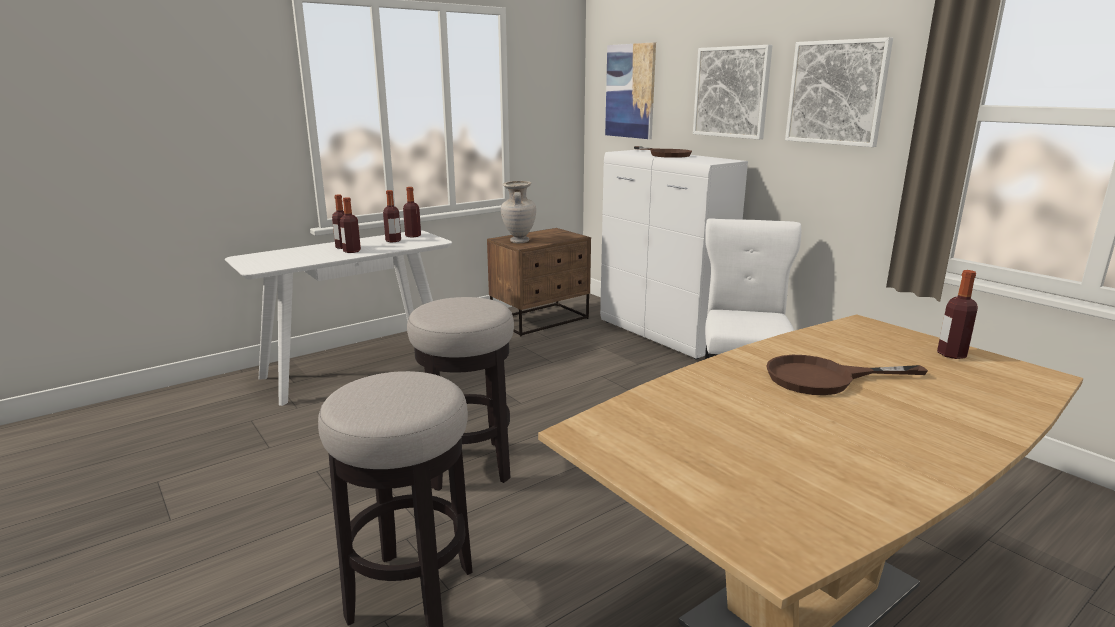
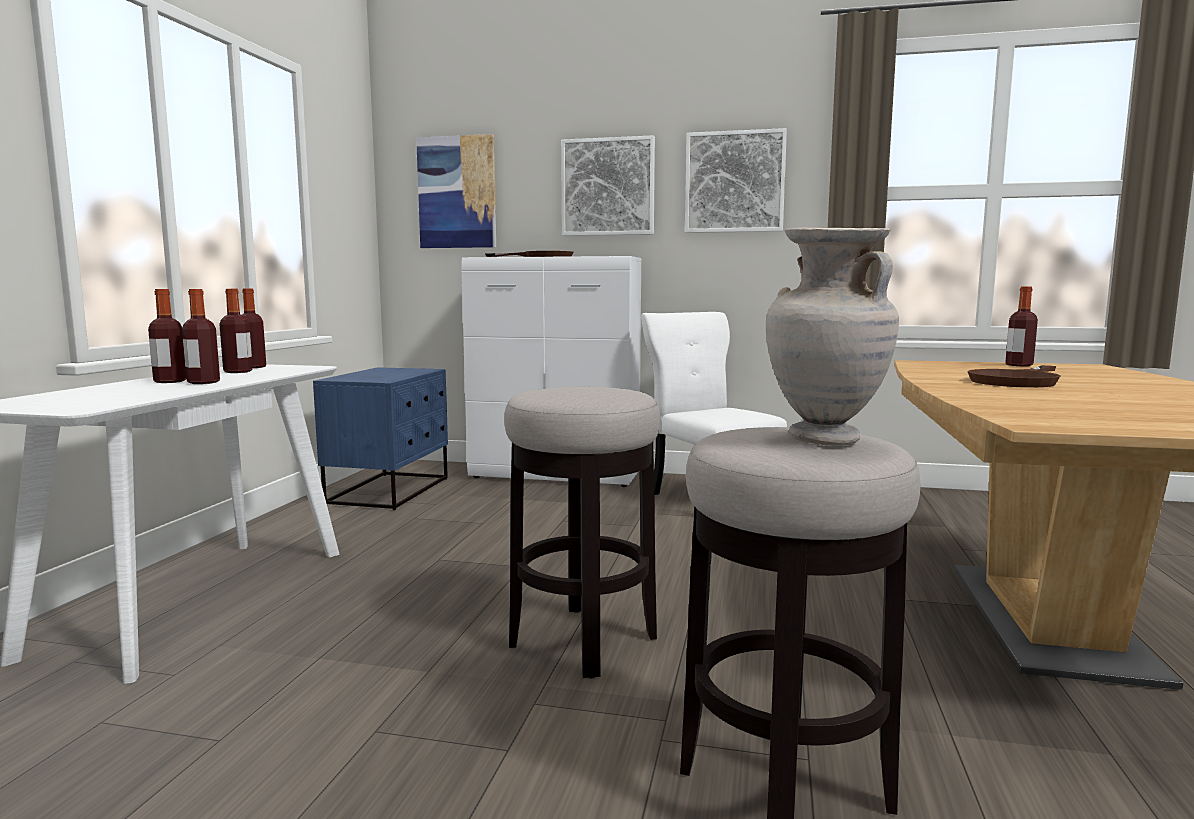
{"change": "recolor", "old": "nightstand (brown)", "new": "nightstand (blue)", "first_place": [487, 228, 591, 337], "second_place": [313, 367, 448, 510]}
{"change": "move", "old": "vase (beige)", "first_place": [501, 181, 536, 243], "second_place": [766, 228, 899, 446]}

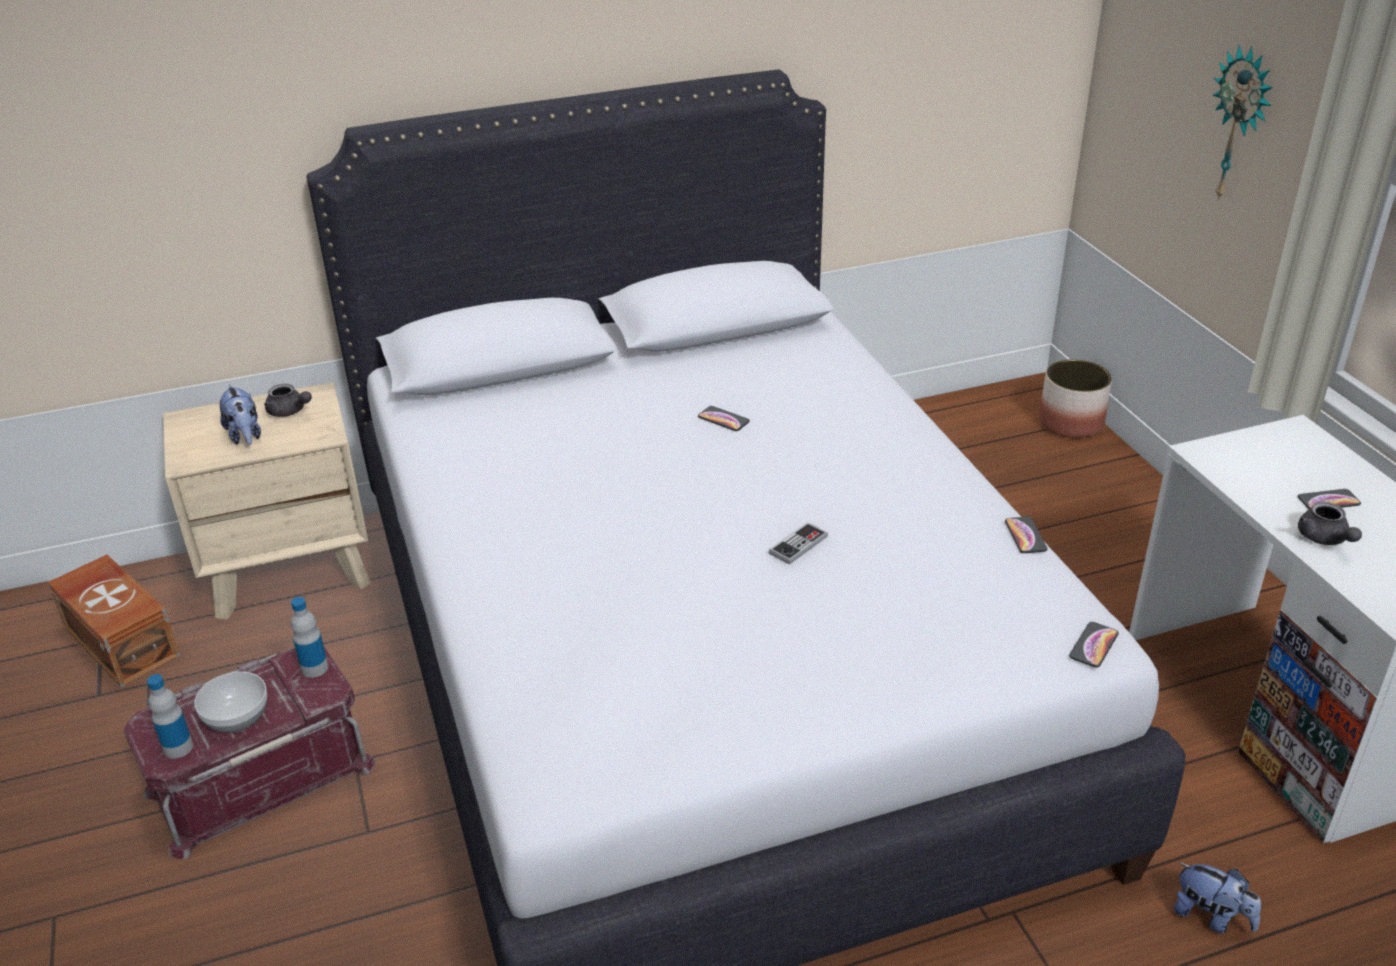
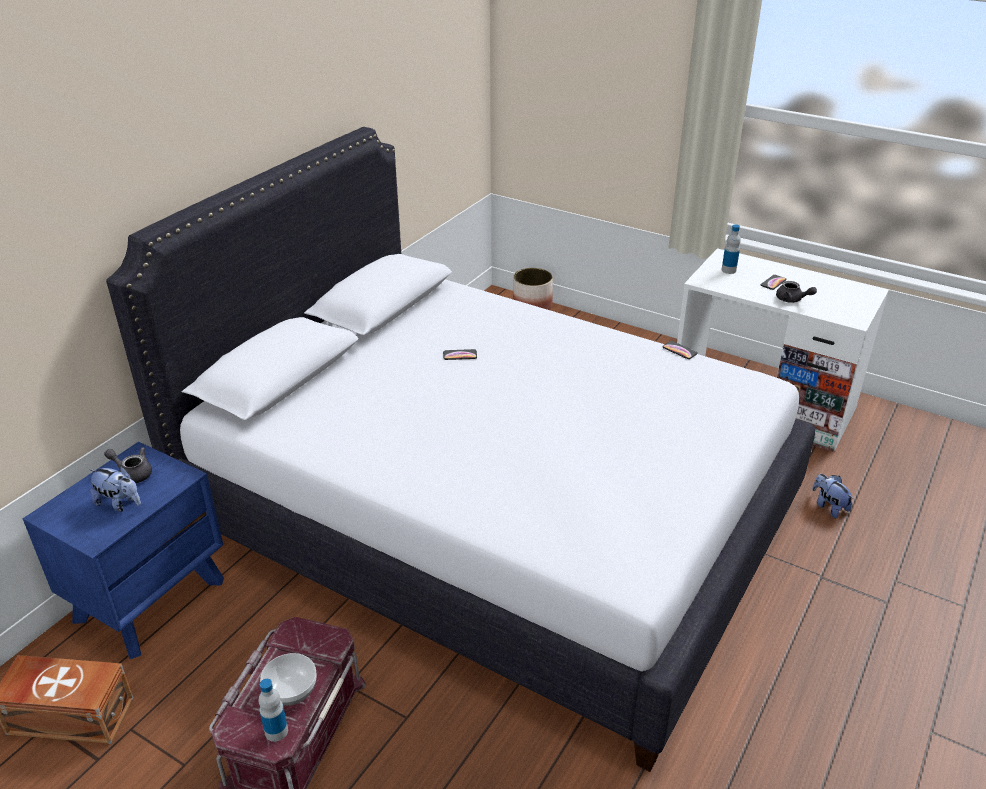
{"change": "recolor", "old": "nightstand (beige)", "new": "nightstand (blue)", "first_place": [163, 382, 371, 620], "second_place": [23, 442, 224, 659]}
{"change": "rotate", "old": "teapot (grey)", "first_place": [264, 384, 312, 417], "second_place": [104, 447, 152, 483], "degrees": -150}
{"change": "move", "old": "bottle", "first_place": [291, 597, 328, 678], "second_place": [721, 224, 741, 274]}
{"change": "rotate", "old": "plush toy", "first_place": [1173, 862, 1261, 934], "second_place": [812, 474, 854, 519], "degrees": -120}
{"change": "delete", "old": "game controller", "first_place": [769, 522, 828, 565]}
{"change": "delete", "old": "phone", "first_place": [1069, 622, 1119, 668]}
{"change": "delete", "old": "wall clock", "first_place": [1212, 45, 1273, 201]}

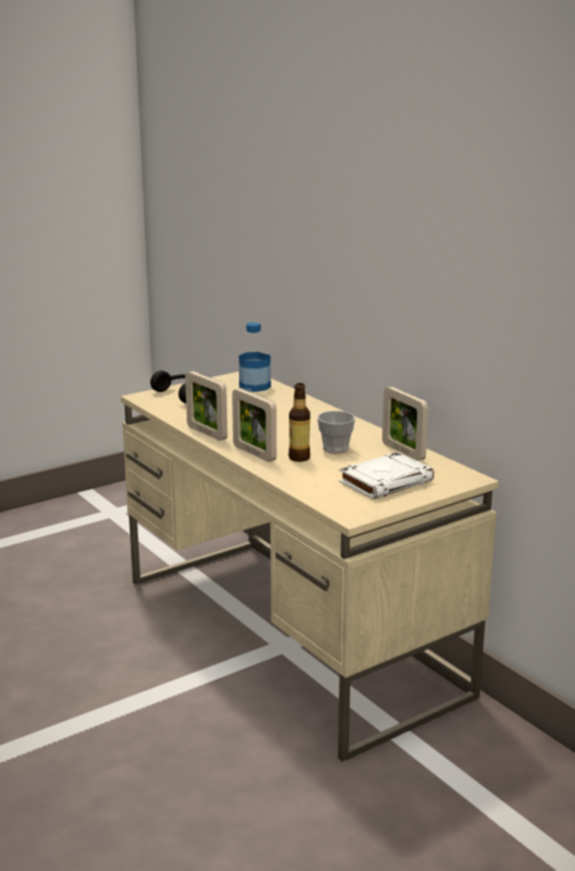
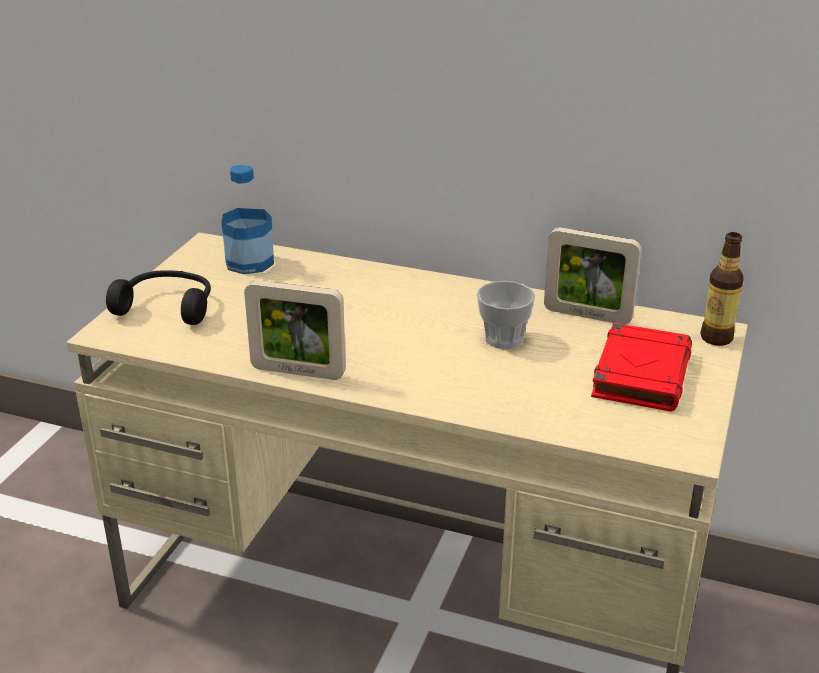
{"change": "recolor", "old": "book (white)", "new": "book (red)", "first_place": [339, 452, 434, 499], "second_place": [591, 323, 692, 412]}
{"change": "move", "old": "bottle", "first_place": [289, 383, 310, 462], "second_place": [700, 232, 744, 346]}
{"change": "delete", "old": "picture frame", "first_place": [232, 388, 277, 462]}

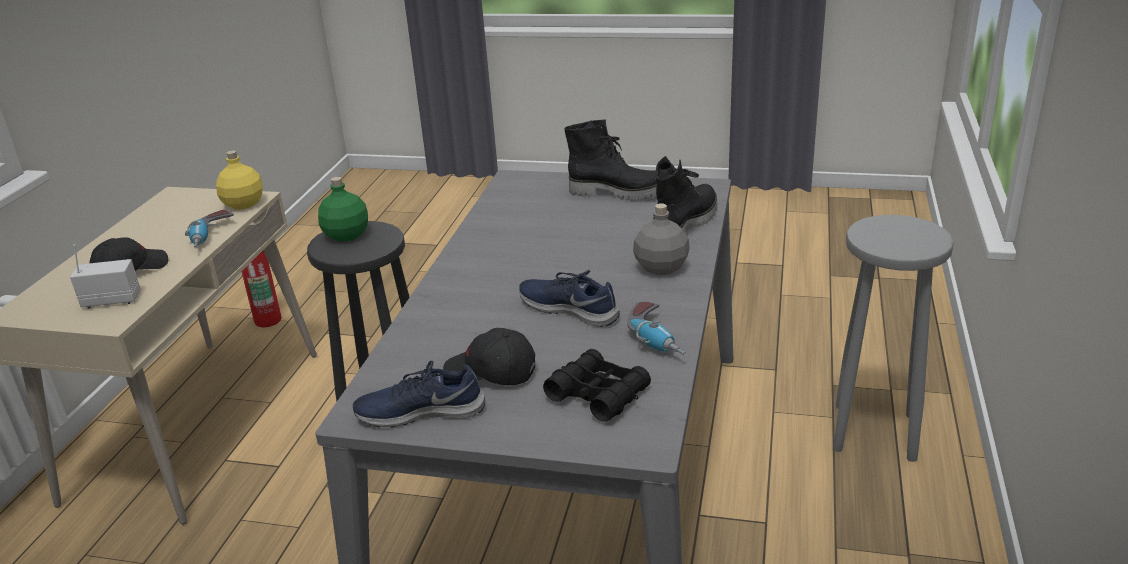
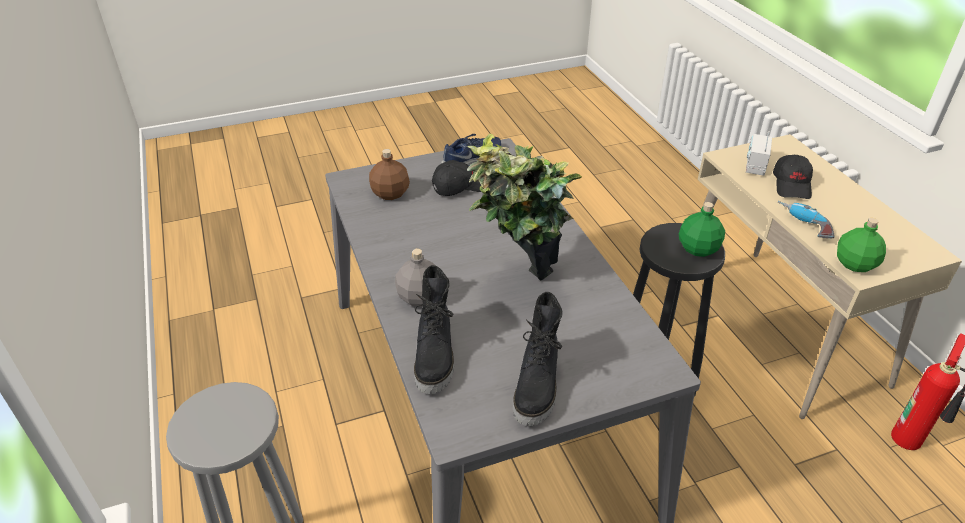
{"change": "replace", "old": "binoculars (black)", "new": "bottle (brown)", "first_place": [543, 349, 651, 422], "second_place": [369, 149, 410, 200]}
{"change": "insert", "new": "potted plant", "second_place": [467, 134, 582, 280]}
{"change": "rotate", "old": "boot (black)", "first_place": [564, 120, 657, 200], "second_place": [513, 292, 562, 426], "degrees": -60}
{"change": "rotate", "old": "radio", "first_place": [70, 245, 141, 309], "second_place": [746, 131, 772, 176], "degrees": 150}
{"change": "recolor", "old": "bottle (yellow)", "new": "bottle (green)", "first_place": [216, 150, 262, 210], "second_place": [837, 218, 886, 272]}
{"change": "delete", "old": "shoe (blue)", "first_place": [519, 270, 620, 327]}
{"change": "delete", "old": "power drill", "first_place": [627, 302, 686, 355]}

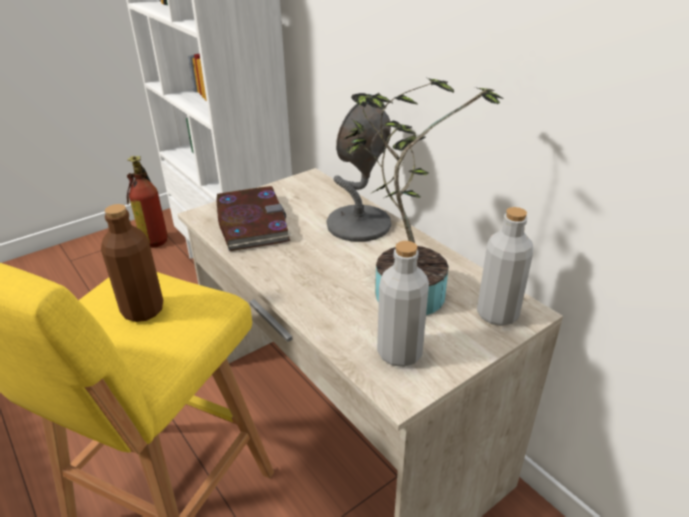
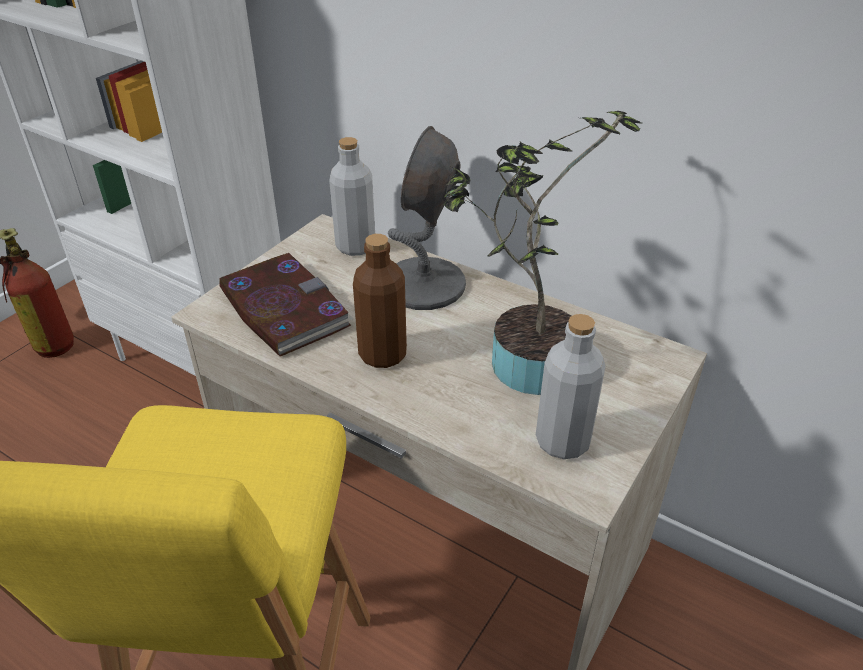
{"change": "move", "old": "bottle (grey)", "first_place": [477, 207, 533, 326], "second_place": [329, 137, 375, 256]}
{"change": "move", "old": "bottle (brown)", "first_place": [101, 204, 163, 322], "second_place": [353, 234, 407, 368]}

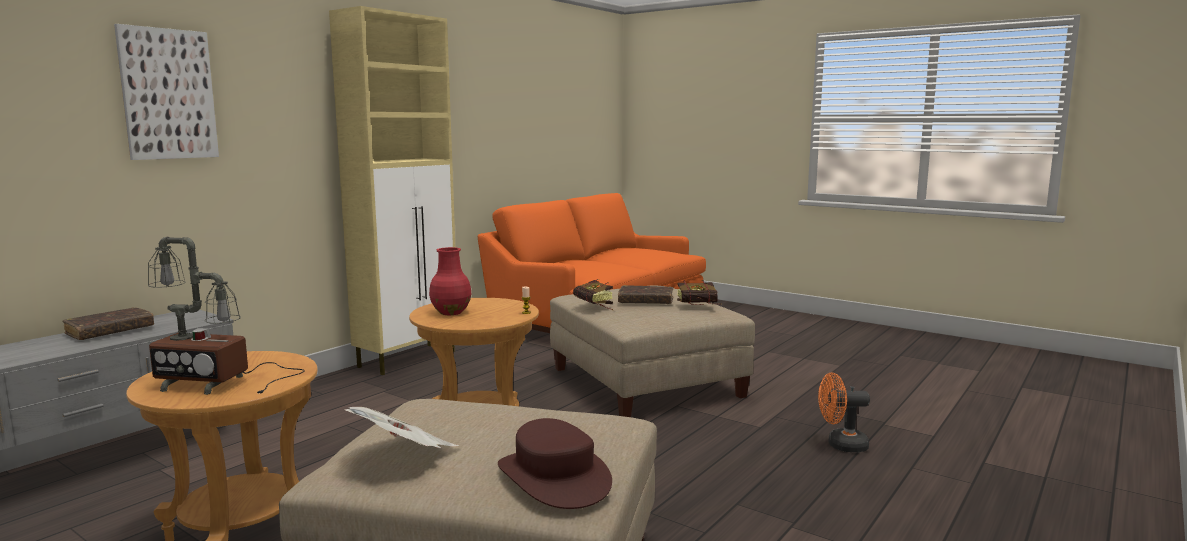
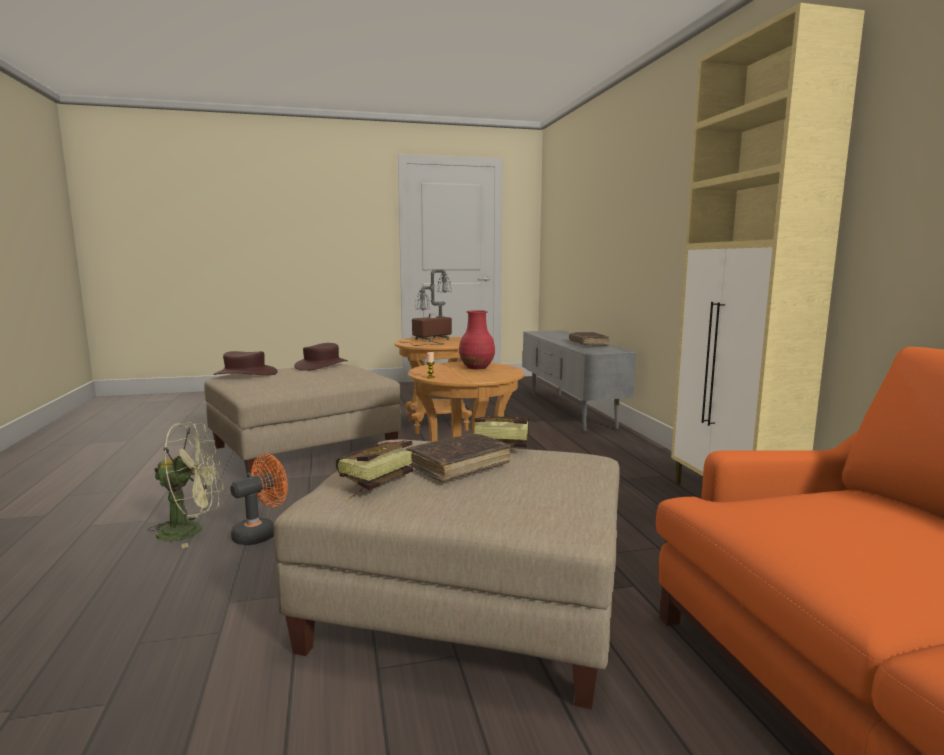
{"change": "insert", "new": "fan (green)", "second_place": [148, 422, 223, 548]}
{"change": "move", "old": "fan (orange)", "first_place": [818, 373, 870, 452], "second_place": [230, 454, 288, 545]}
{"change": "replace", "old": "newspaper", "new": "hat (brown)", "first_place": [345, 407, 459, 448], "second_place": [294, 343, 348, 371]}
{"change": "delete", "old": "picture", "first_place": [114, 24, 219, 160]}

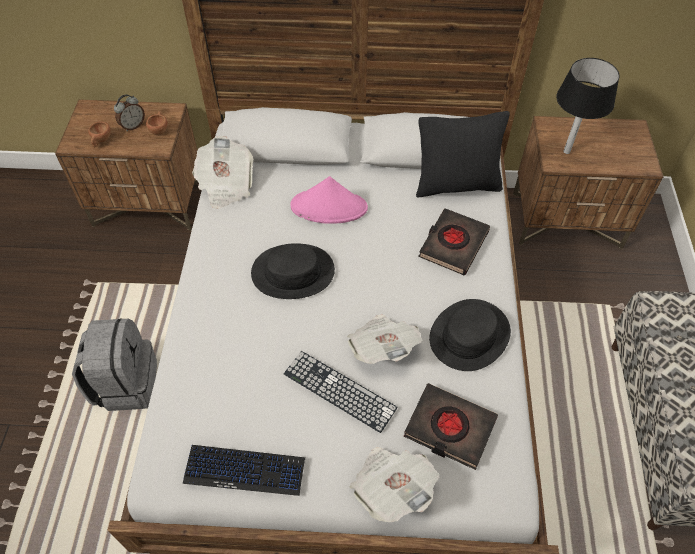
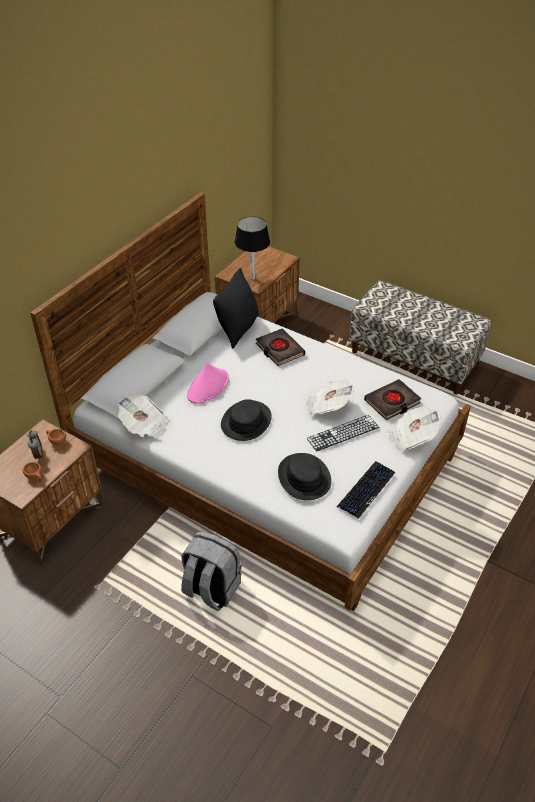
{"change": "move", "old": "hat (black)", "first_place": [429, 299, 511, 371], "second_place": [278, 453, 331, 500]}

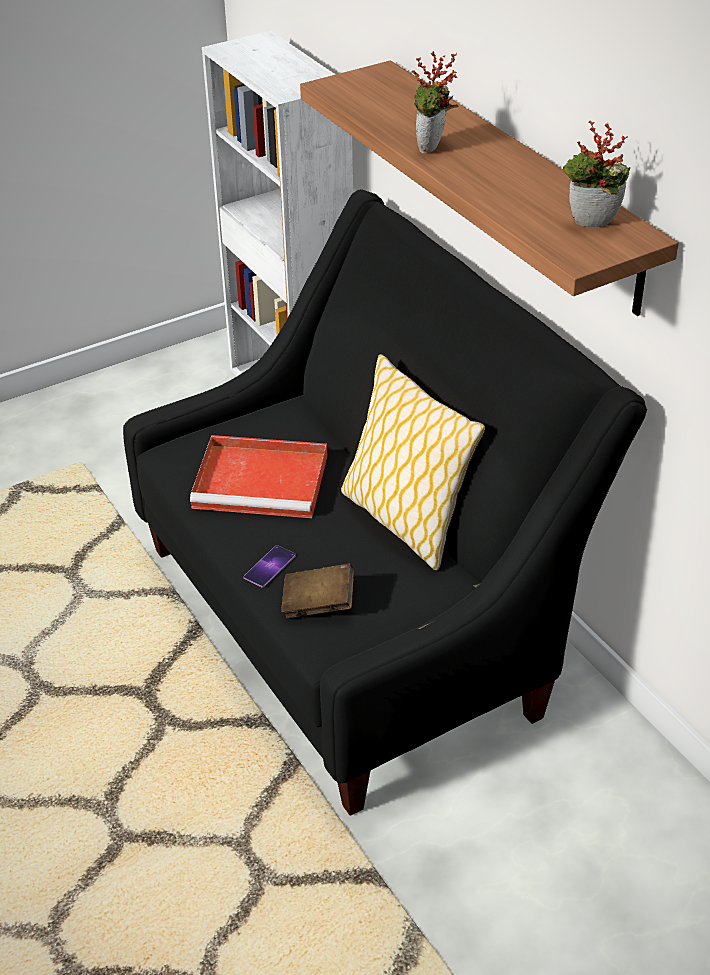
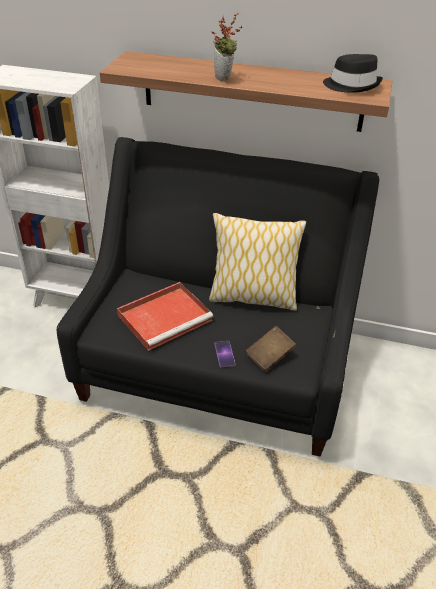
{"change": "replace", "old": "potted plant", "new": "hat (black)", "first_place": [563, 121, 630, 227], "second_place": [323, 54, 383, 93]}

